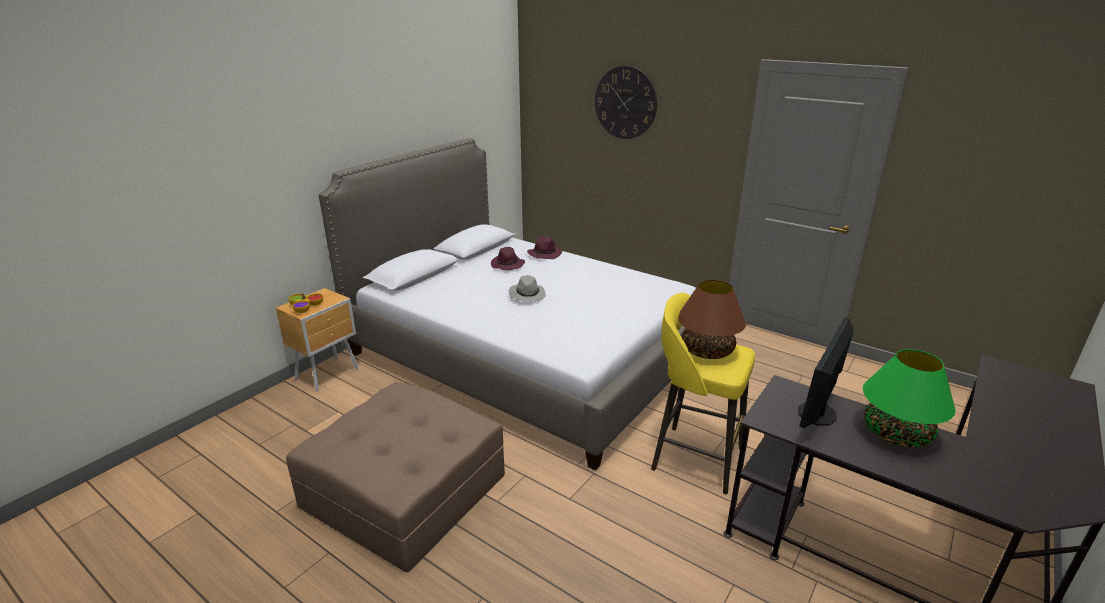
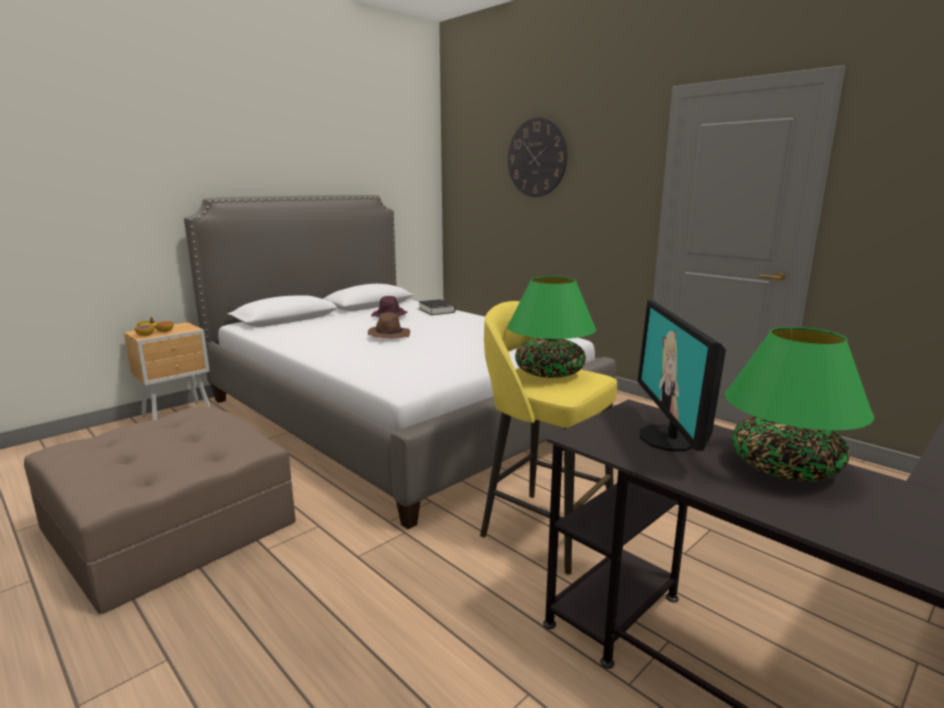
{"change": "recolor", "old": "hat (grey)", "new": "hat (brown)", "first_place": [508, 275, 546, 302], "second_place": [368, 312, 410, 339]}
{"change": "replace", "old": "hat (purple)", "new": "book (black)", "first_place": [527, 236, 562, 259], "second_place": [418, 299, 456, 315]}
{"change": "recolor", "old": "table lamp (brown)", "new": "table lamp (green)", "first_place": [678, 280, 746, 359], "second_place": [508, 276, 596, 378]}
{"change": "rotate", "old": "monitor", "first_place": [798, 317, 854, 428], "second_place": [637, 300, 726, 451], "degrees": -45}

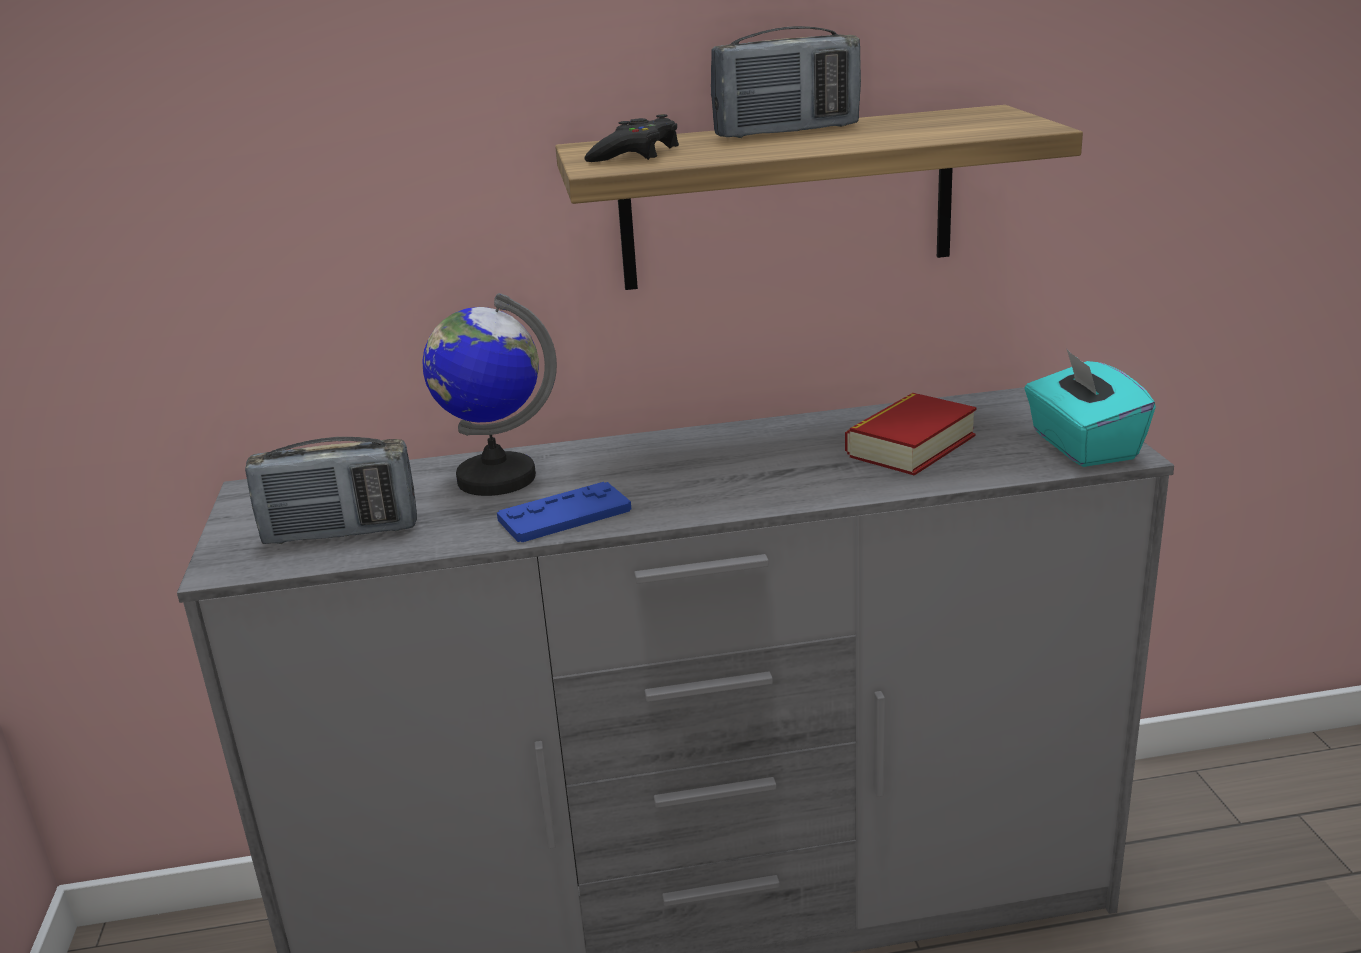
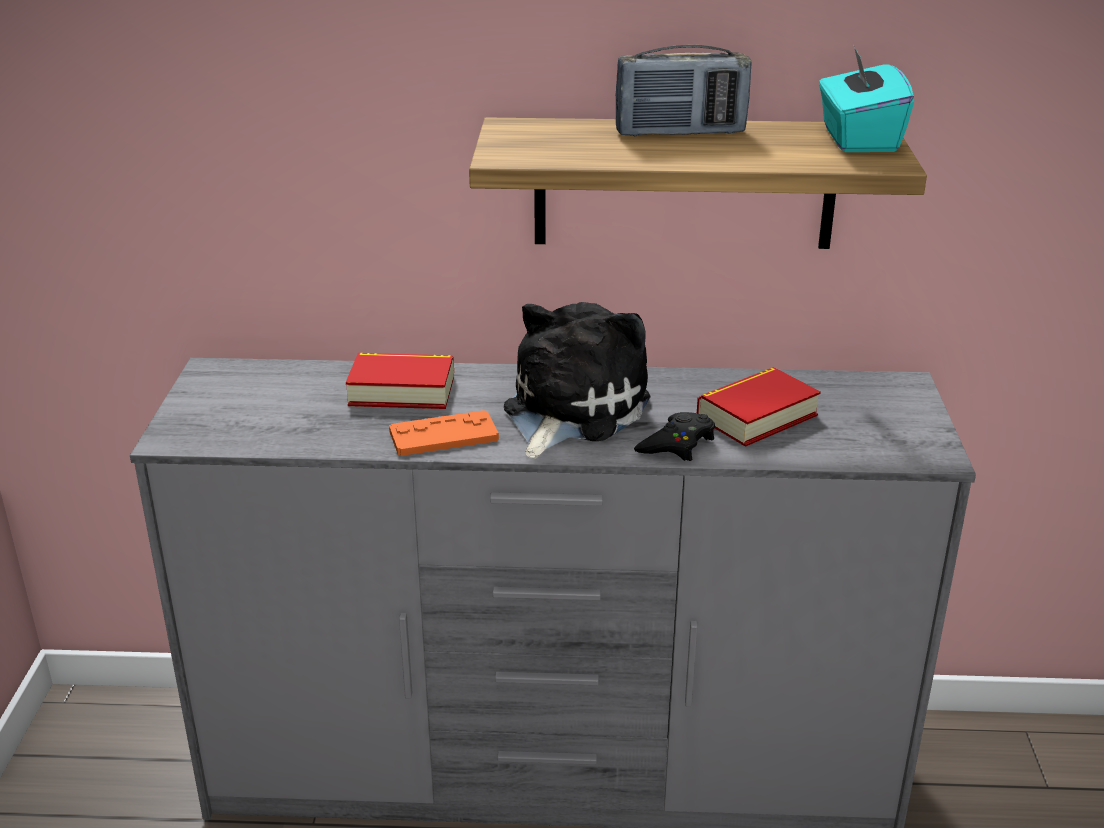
{"change": "replace", "old": "globe", "new": "book", "first_place": [422, 293, 557, 496], "second_place": [346, 353, 454, 409]}
{"change": "recolor", "old": "game controller (blue)", "new": "game controller (orange)", "first_place": [497, 482, 631, 542], "second_place": [389, 410, 499, 456]}
{"change": "insert", "new": "plush toy", "second_place": [504, 302, 650, 459]}
{"change": "move", "old": "game controller (black)", "first_place": [585, 114, 679, 162], "second_place": [634, 412, 715, 461]}
{"change": "move", "old": "tissue box (turquoise)", "first_place": [1024, 348, 1156, 467], "second_place": [819, 47, 914, 152]}
{"change": "delete", "old": "radio", "first_place": [245, 437, 417, 544]}

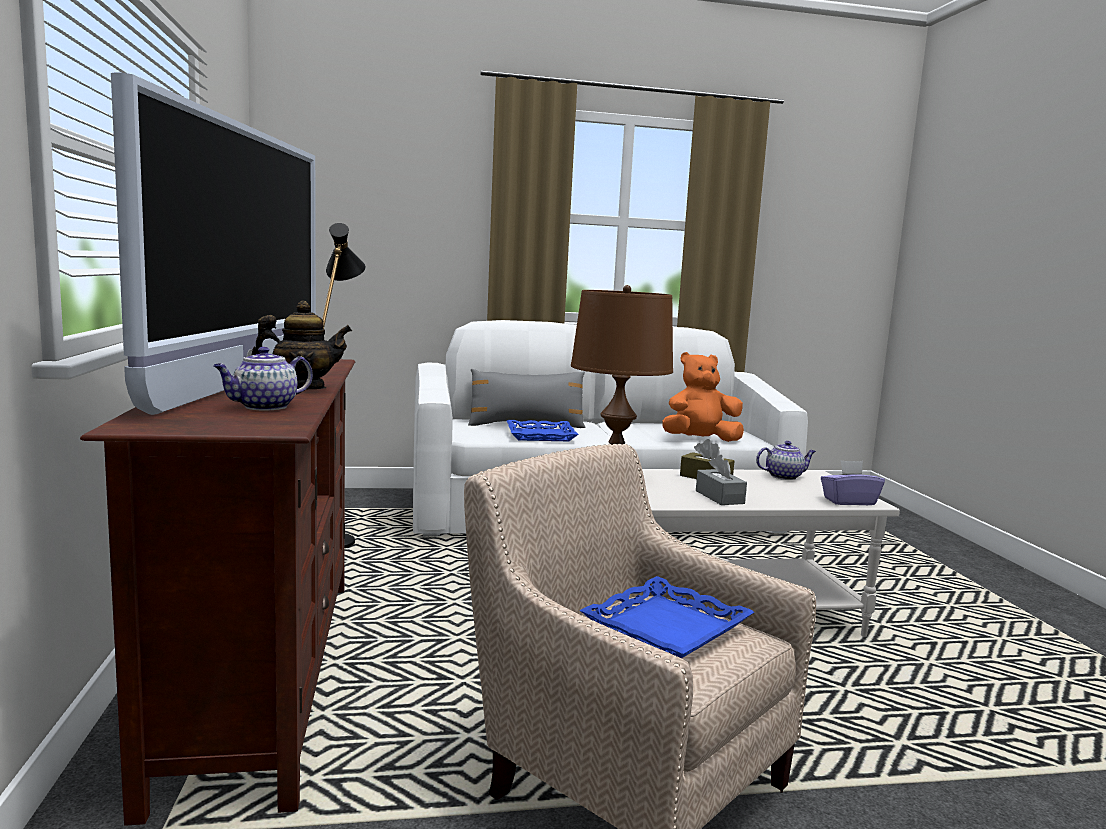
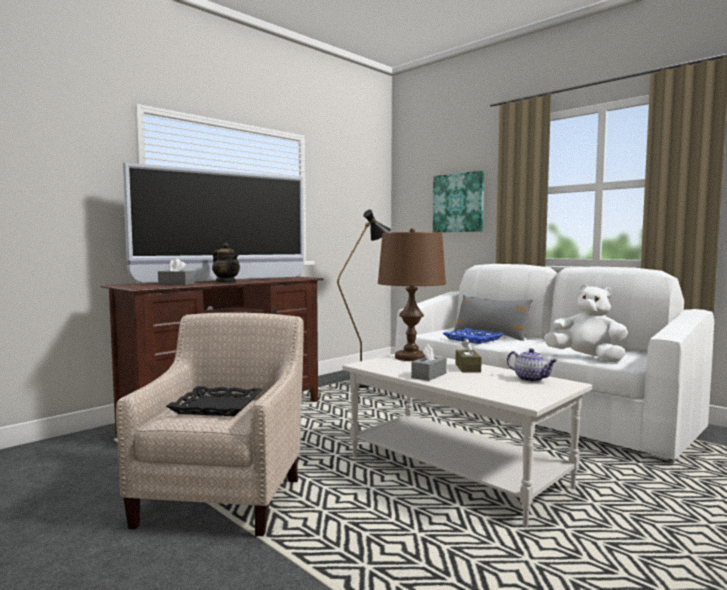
{"change": "replace", "old": "teapot", "new": "tissue box (grey)", "first_place": [213, 347, 313, 411], "second_place": [158, 258, 194, 285]}
{"change": "recolor", "old": "tray (blue)", "new": "tray (black)", "first_place": [580, 576, 754, 658], "second_place": [166, 386, 263, 416]}
{"change": "insert", "new": "picture", "second_place": [433, 171, 484, 232]}
{"change": "recolor", "old": "plush toy (orange)", "new": "plush toy (white)", "first_place": [663, 352, 744, 442], "second_place": [544, 284, 628, 362]}
{"change": "delete", "old": "tissue box (purple)", "first_place": [821, 460, 885, 505]}

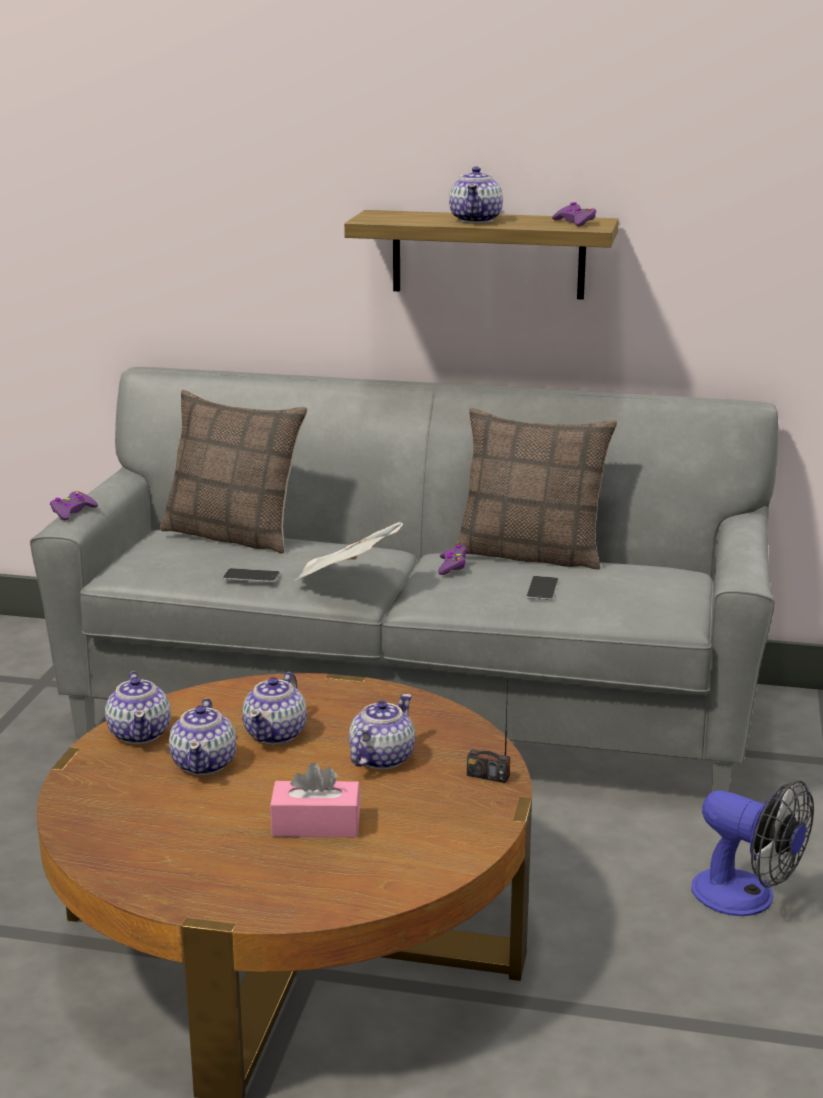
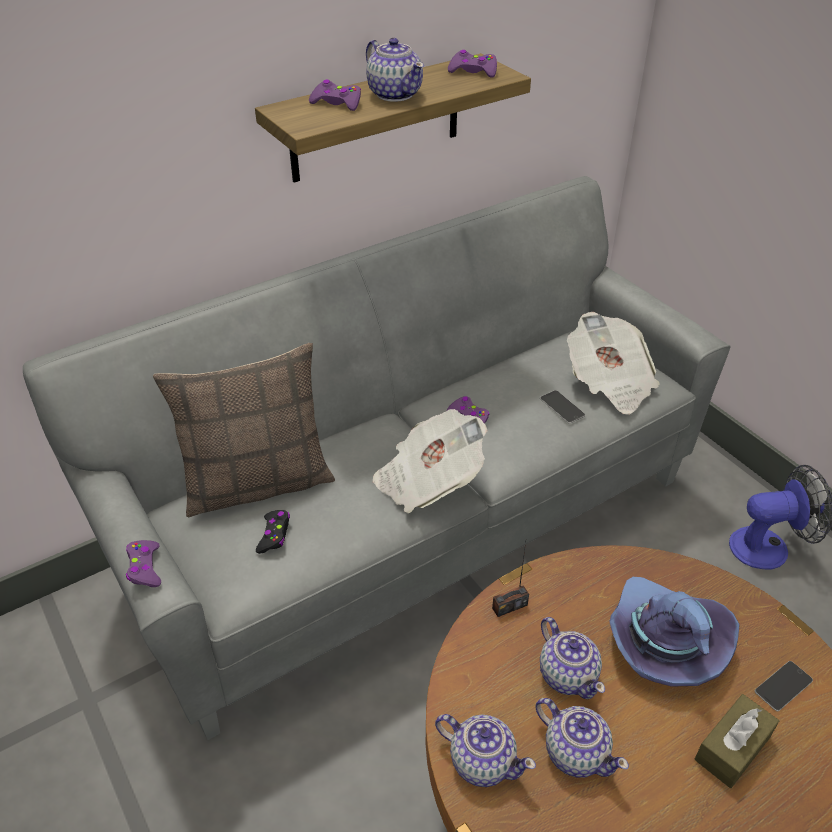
{"change": "insert", "new": "game controller (black)", "second_place": [256, 510, 290, 554]}
{"change": "insert", "new": "game controller (purple)", "second_place": [309, 79, 361, 111]}
{"change": "move", "old": "radio", "first_place": [467, 677, 510, 783], "second_place": [492, 543, 529, 617]}
{"change": "insert", "new": "newspaper", "second_place": [567, 312, 660, 415]}
{"change": "replace", "old": "teapot", "new": "hat (purple)", "first_place": [349, 694, 415, 769], "second_place": [609, 577, 740, 687]}
{"change": "recolor", "old": "tissue box (pink)", "new": "tissue box (brown)", "first_place": [270, 763, 361, 837], "second_place": [695, 694, 779, 788]}
{"change": "move", "old": "phone", "first_place": [223, 568, 280, 582], "second_place": [755, 661, 813, 711]}
{"change": "delete", "old": "pillow", "first_place": [455, 408, 617, 569]}

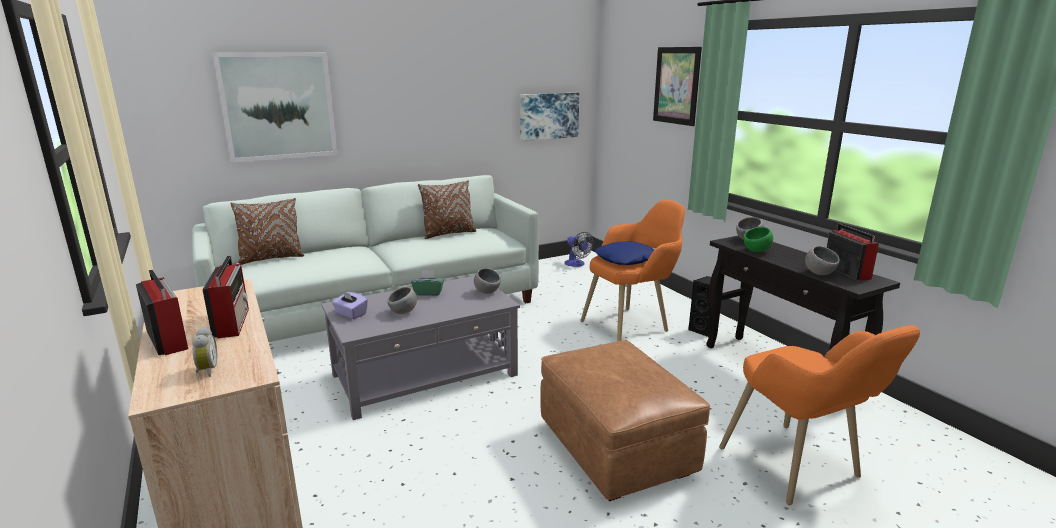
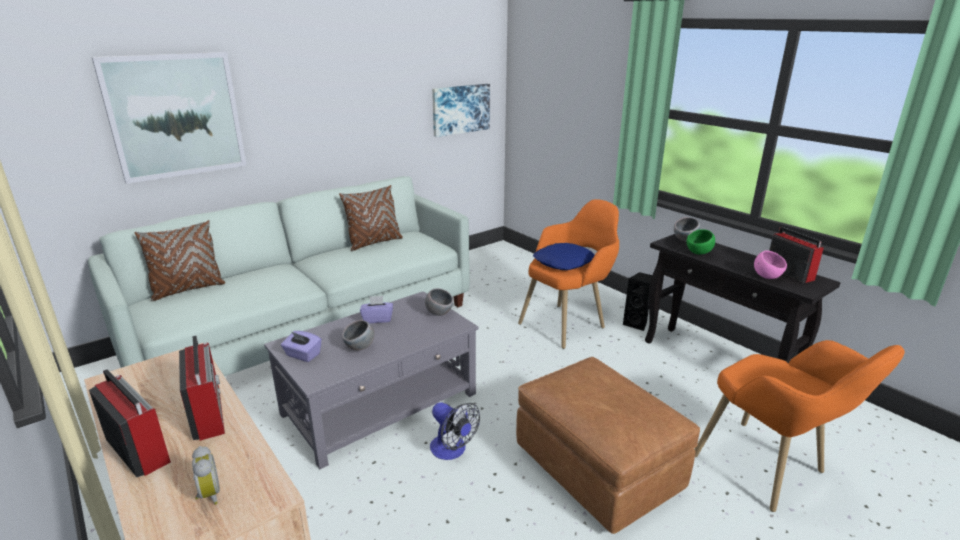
{"change": "recolor", "old": "tissue box (green)", "new": "tissue box (purple)", "first_place": [411, 270, 444, 296], "second_place": [360, 296, 393, 323]}
{"change": "move", "old": "fan", "first_place": [564, 232, 593, 267], "second_place": [430, 402, 480, 460]}
{"change": "recolor", "old": "bowl (grey)", "new": "bowl (pink)", "first_place": [805, 246, 840, 275], "second_place": [754, 250, 787, 279]}
{"change": "delete", "old": "picture", "first_place": [653, 47, 702, 126]}

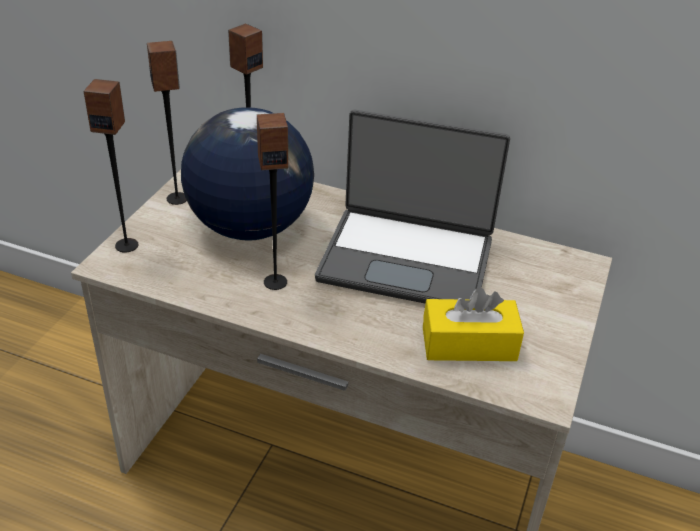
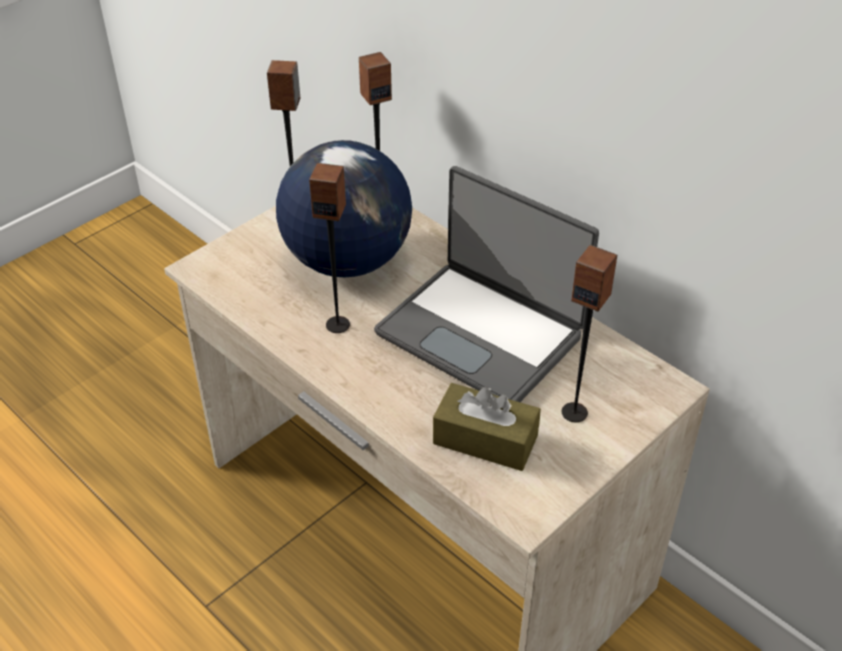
{"change": "recolor", "old": "tissue box (yellow)", "new": "tissue box (brown)", "first_place": [423, 288, 524, 361], "second_place": [433, 383, 541, 471]}
{"change": "move", "old": "speaker", "first_place": [84, 79, 138, 253], "second_place": [562, 245, 617, 422]}

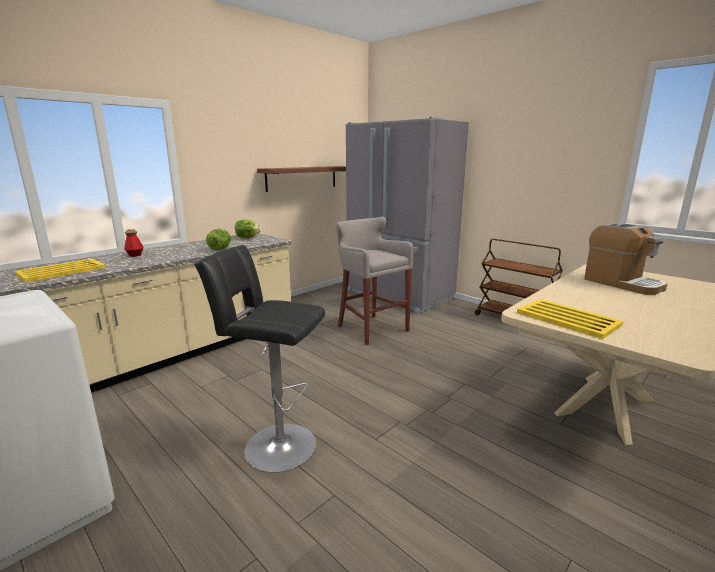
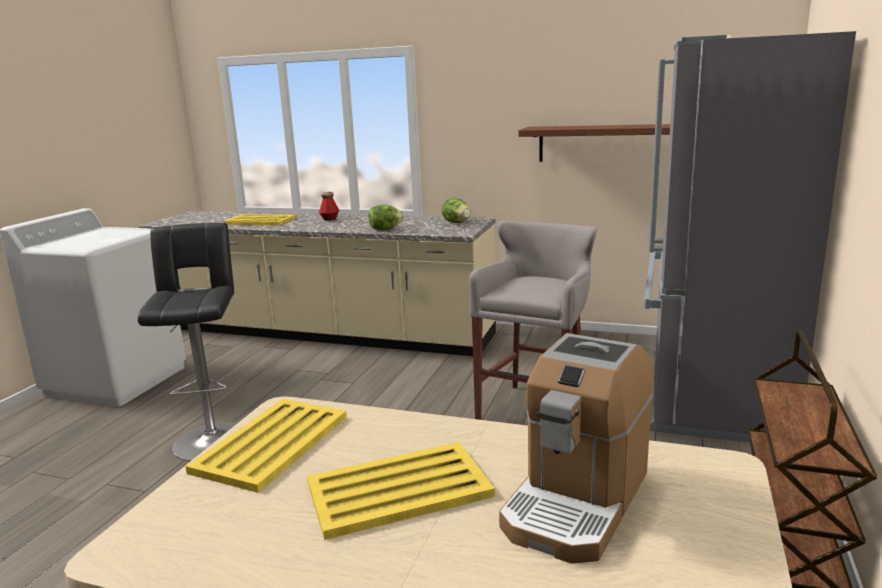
{"change": "insert", "new": "tray (yellow)", "second_place": [307, 442, 495, 540]}

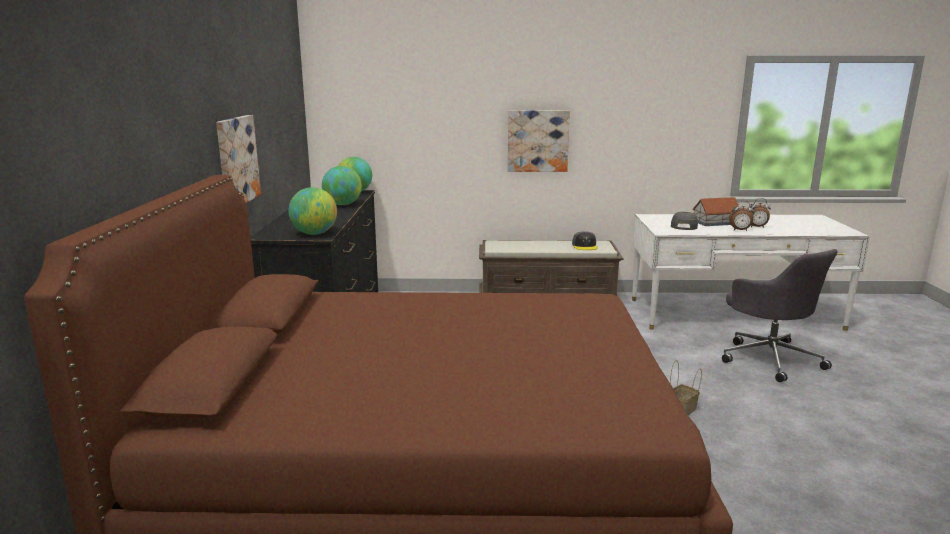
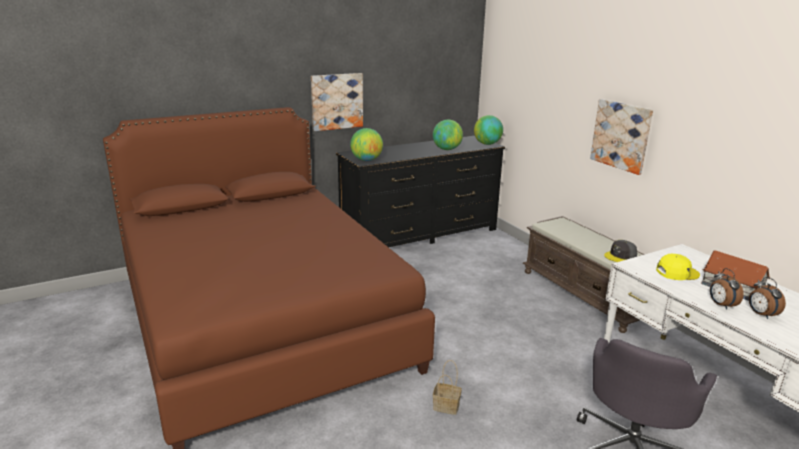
{"change": "recolor", "old": "cap (grey)", "new": "cap (yellow)", "first_place": [671, 212, 698, 230], "second_place": [656, 254, 700, 280]}

